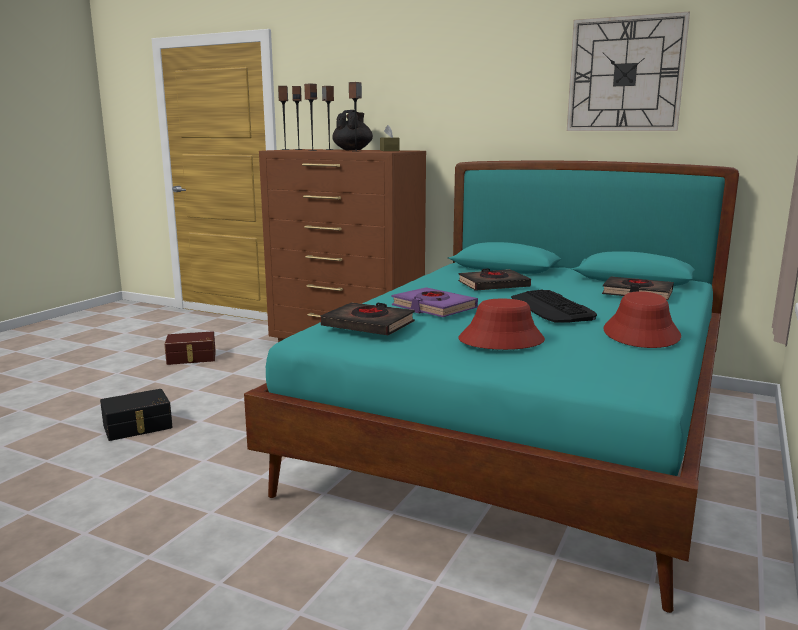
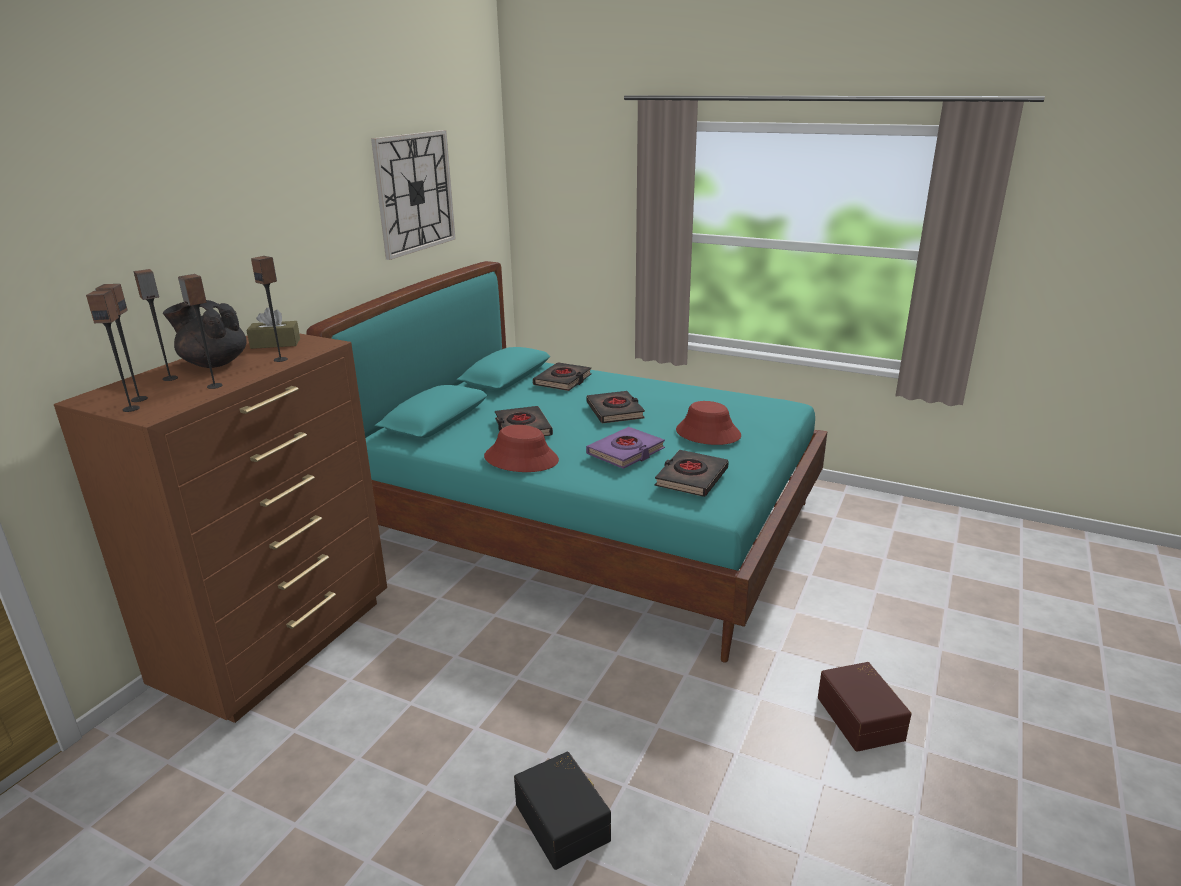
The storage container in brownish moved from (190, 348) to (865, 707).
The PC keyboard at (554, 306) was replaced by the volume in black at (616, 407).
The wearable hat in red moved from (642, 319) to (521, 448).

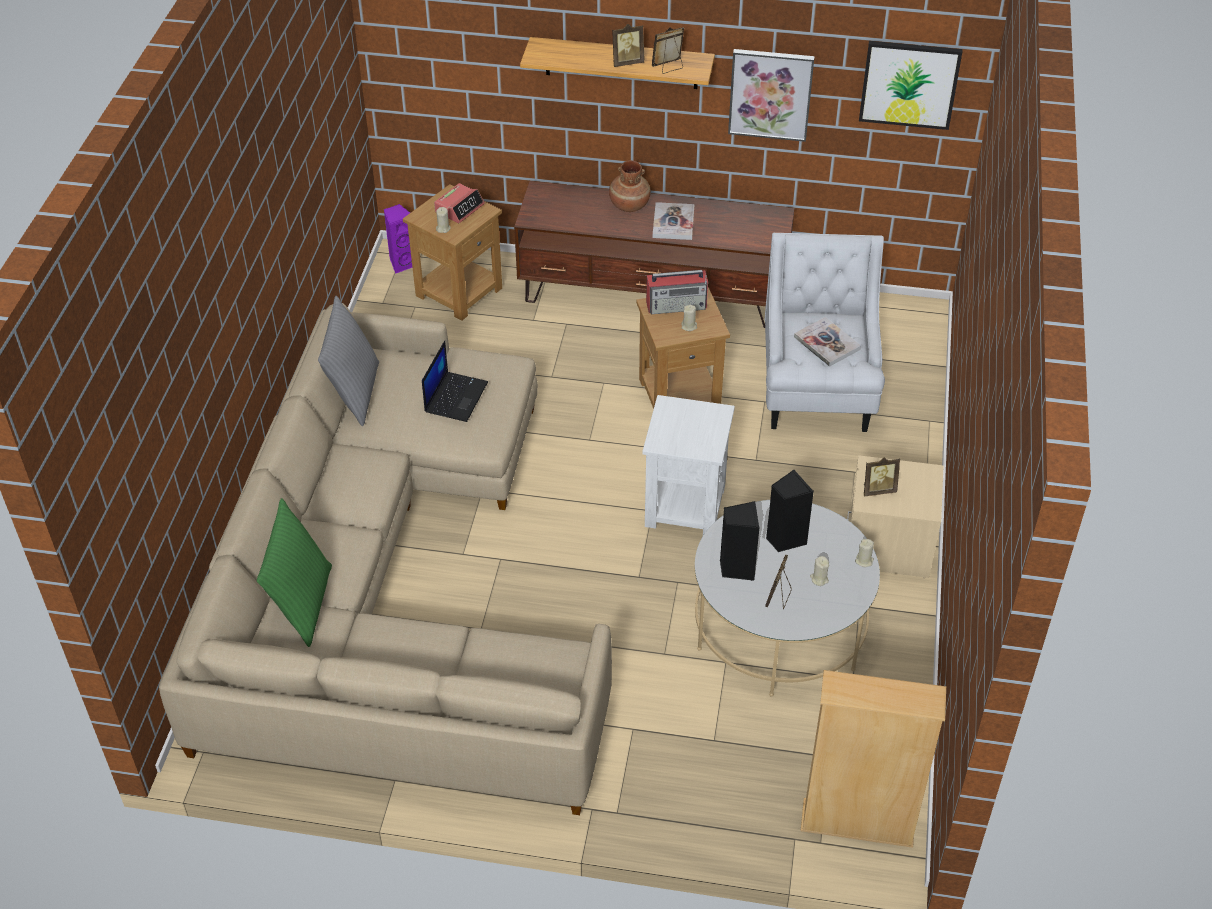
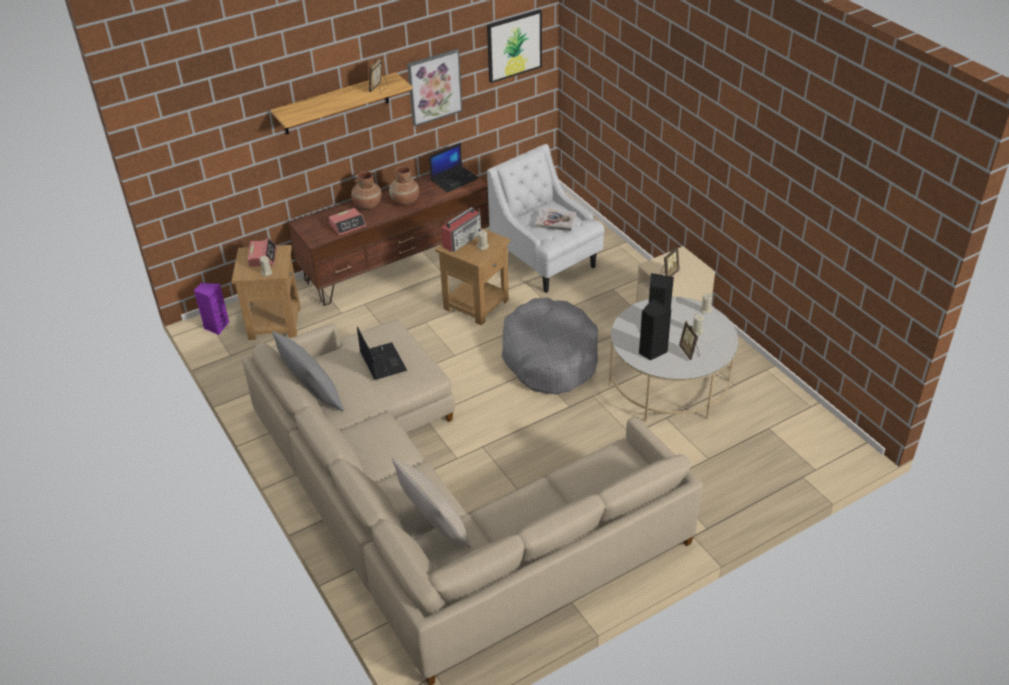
The cushion in green at (294, 572) became the cushion in beige-coloured at (431, 503).
The photo frame at (628, 45) disappeared.
The end table in white at (688, 465) was replaced by the pet bed in grey at (550, 346).
The volume at (674, 221) was replaced by the flower vase in brownish at (404, 185).
The shelving unit in beige-coloured at (873, 759) disappeared.
The table clock at (347, 221) appeared.
The laptop at (454, 167) appeared.

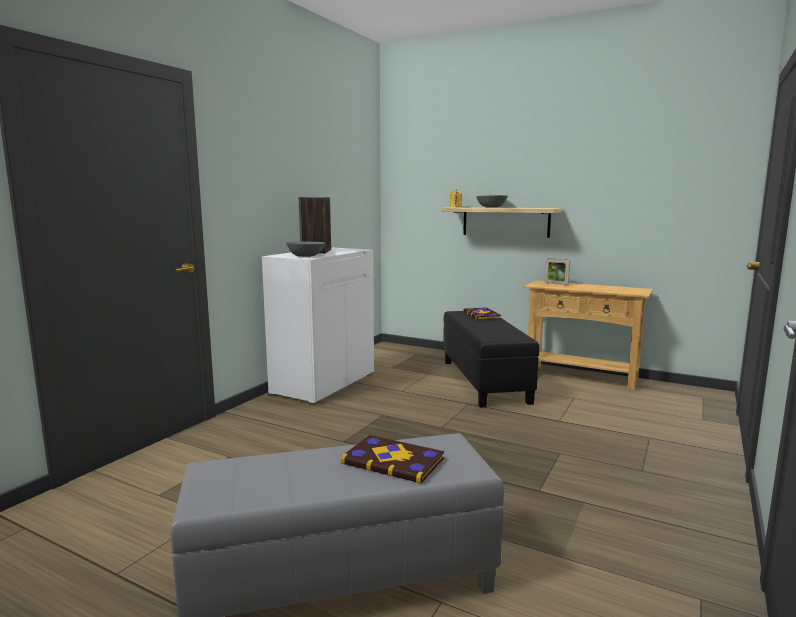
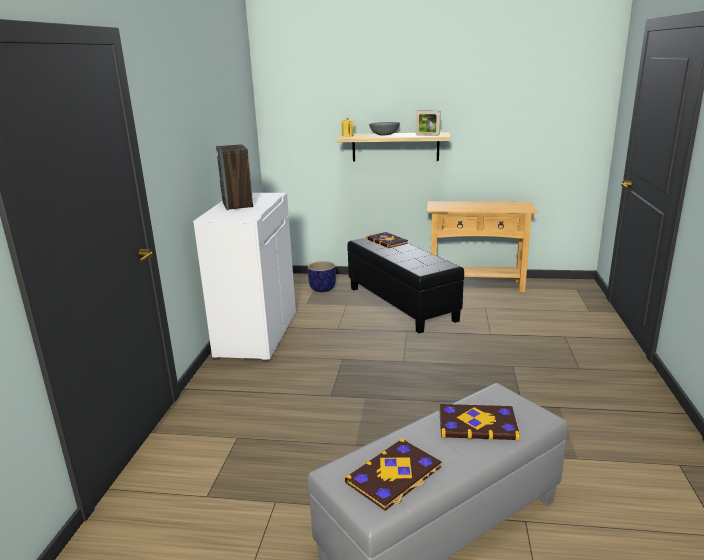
The deep dish in grey at (305, 249) disappeared.
The photo frame moved from (557, 271) to (428, 123).
The planter at (322, 276) appeared.
The volume at (392, 475) appeared.

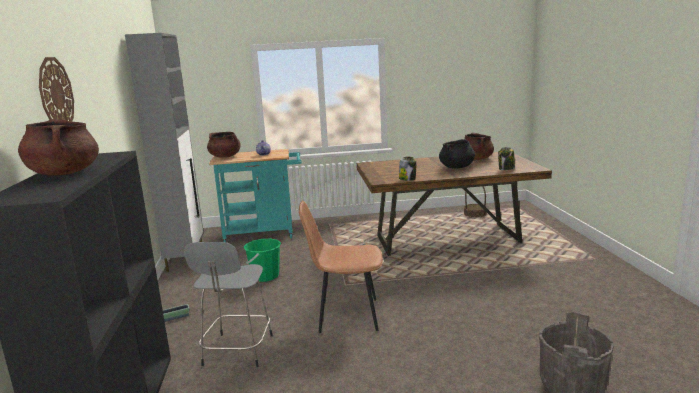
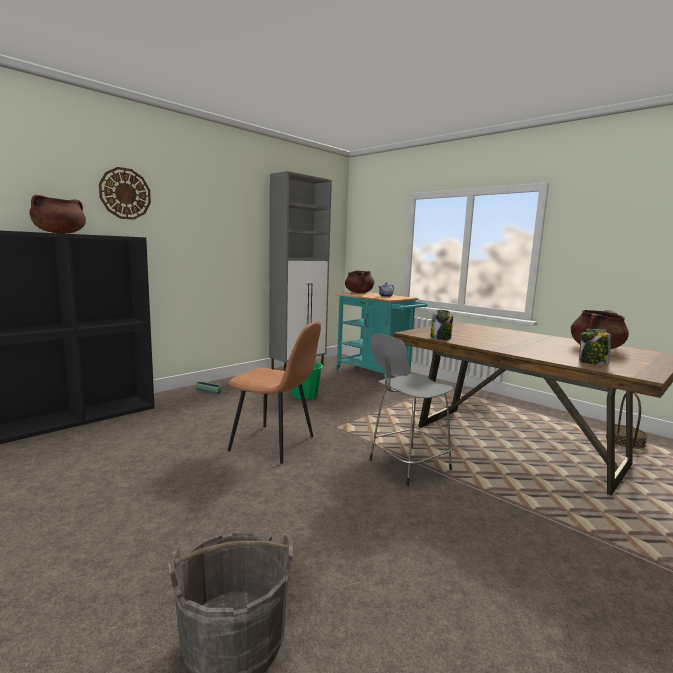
The stool seat in grey moved from (228, 304) to (411, 410).
The upright chair in brownish at (341, 266) turned 150 degrees clockwise.
The cooking pot in black at (457, 153) disappeared.

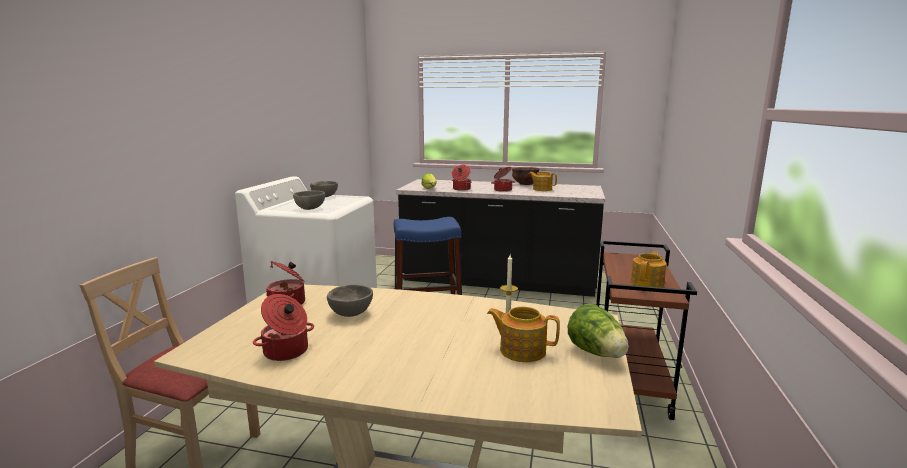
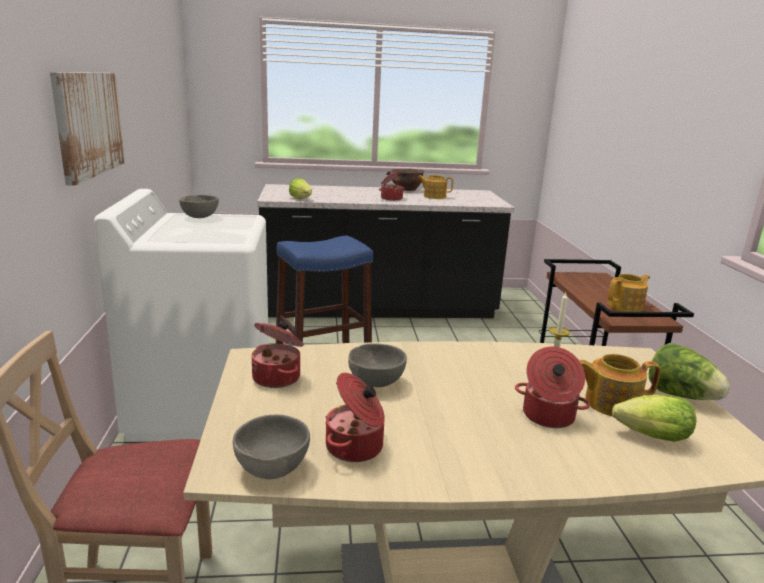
The deep dish in grey moved from (309, 200) to (271, 447).
The cooking pot moved from (462, 178) to (552, 387).
The tea pot at (649, 269) turned 45 degrees clockwise.
The picture at (87, 129) appeared.
The head of lettuce at (654, 418) appeared.

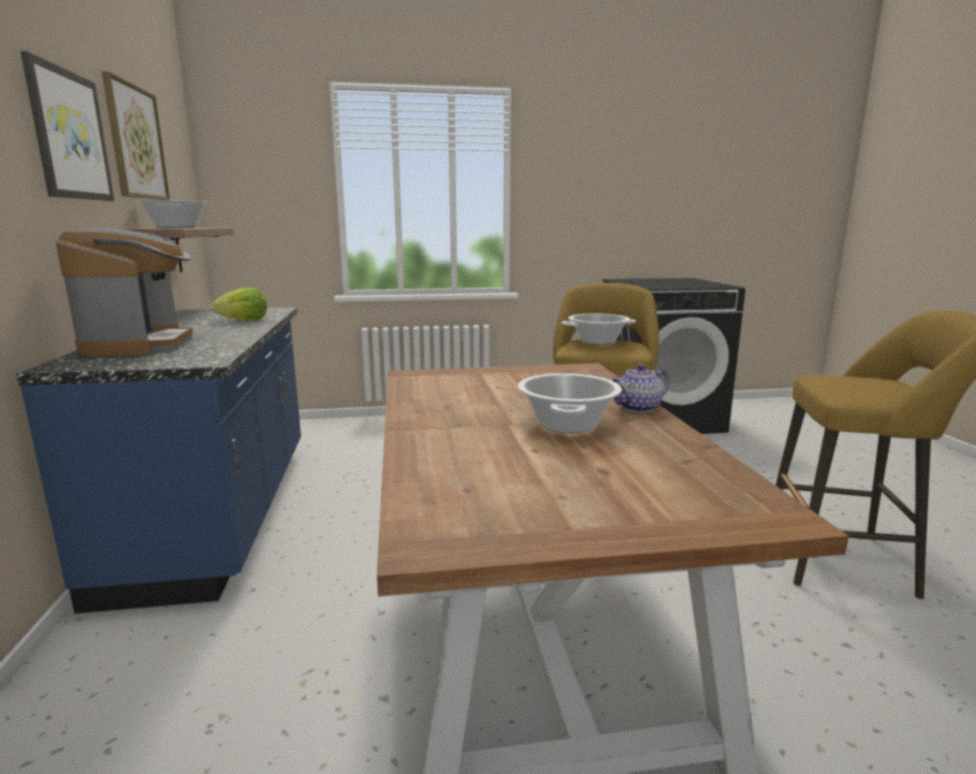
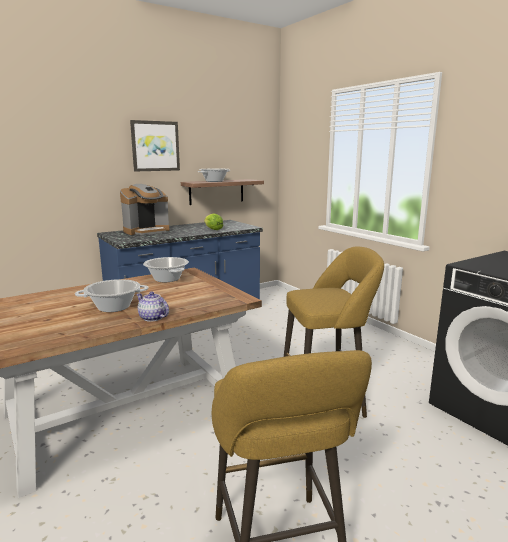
The picture at (136, 135) disappeared.
The cooking pot moved from (598, 329) to (166, 269).

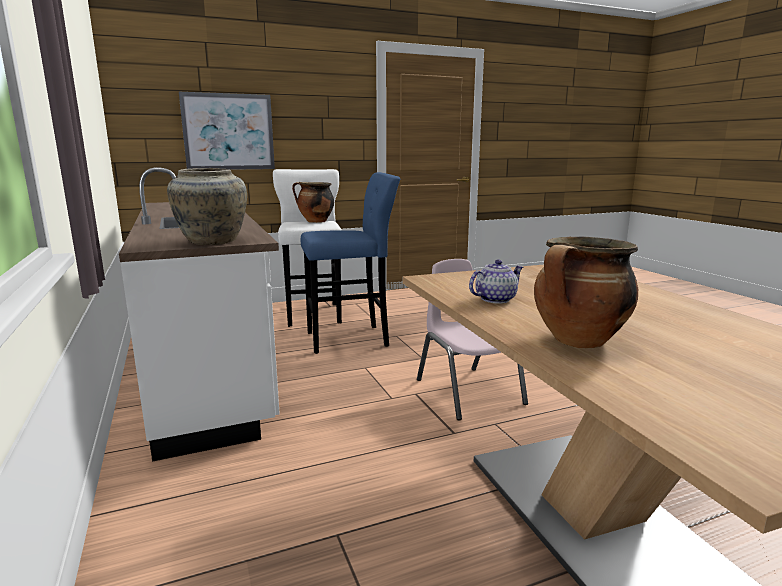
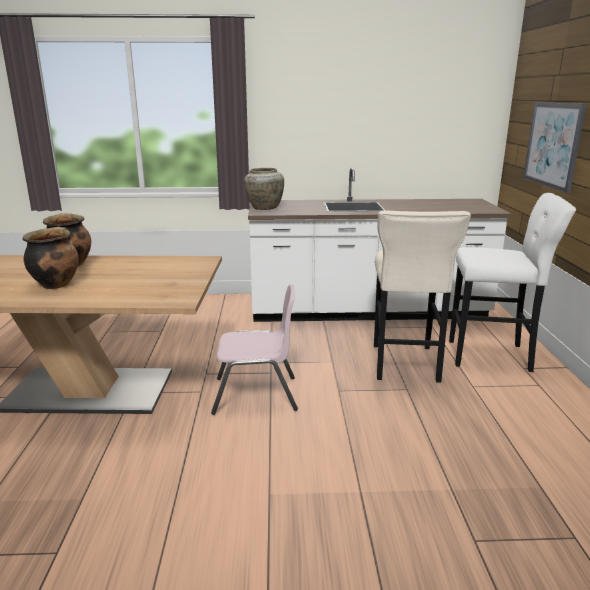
The cooking pot moved from (313, 202) to (51, 258).
The stool seat in bluish at (351, 263) became the stool seat in beige-coloured at (422, 296).
The tea pot at (496, 281) disappeared.

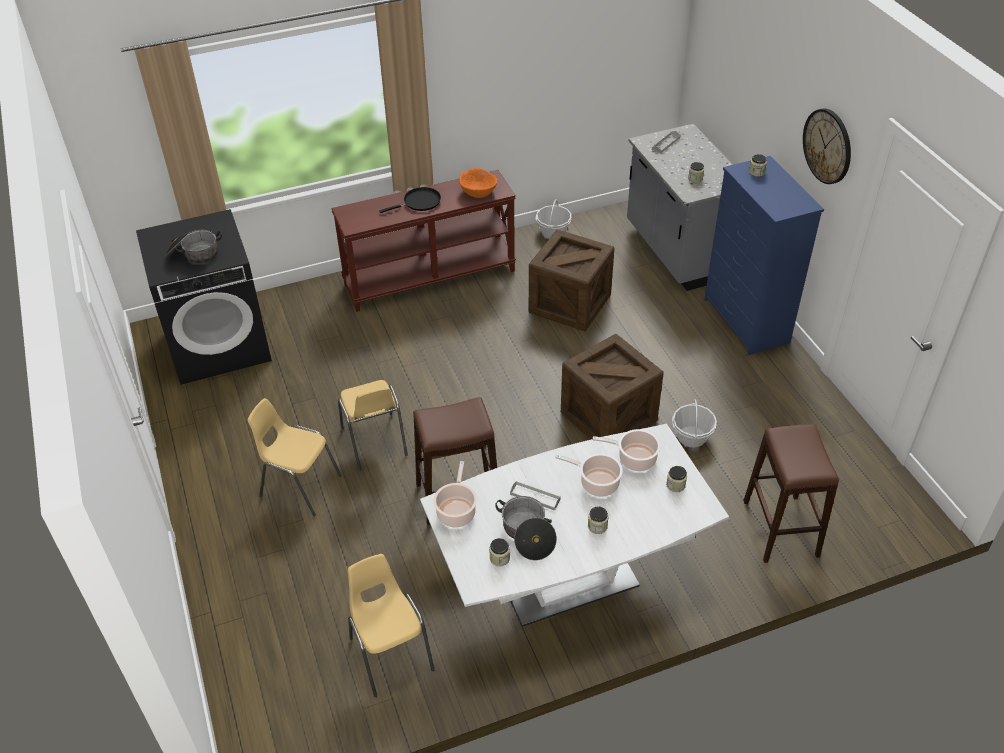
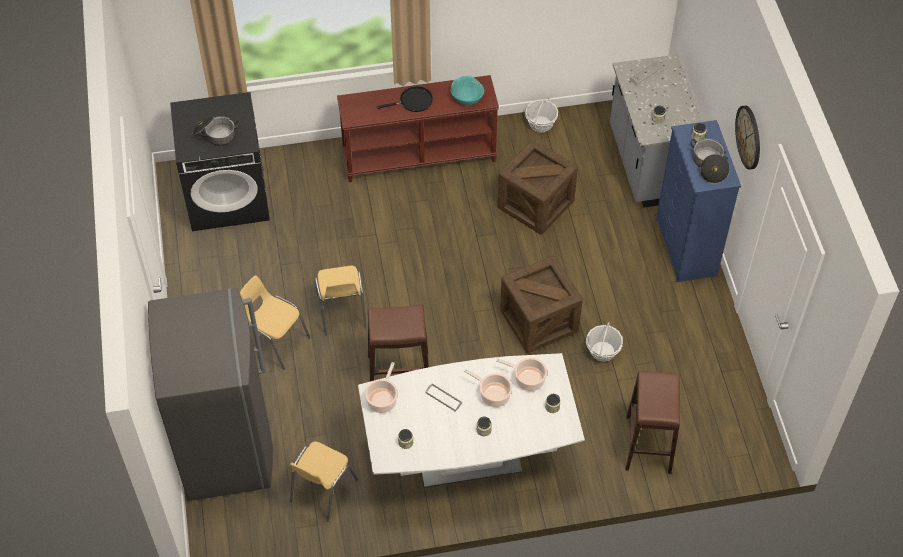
The upright chair in yellow-coloured at (391, 625) turned 135 degrees counterclockwise.
The deep dish in orange-coloured at (478, 183) became the deep dish in blue-green at (467, 91).
The cooking pot moved from (526, 528) to (710, 161).
The fridge in grey at (210, 394) appeared.

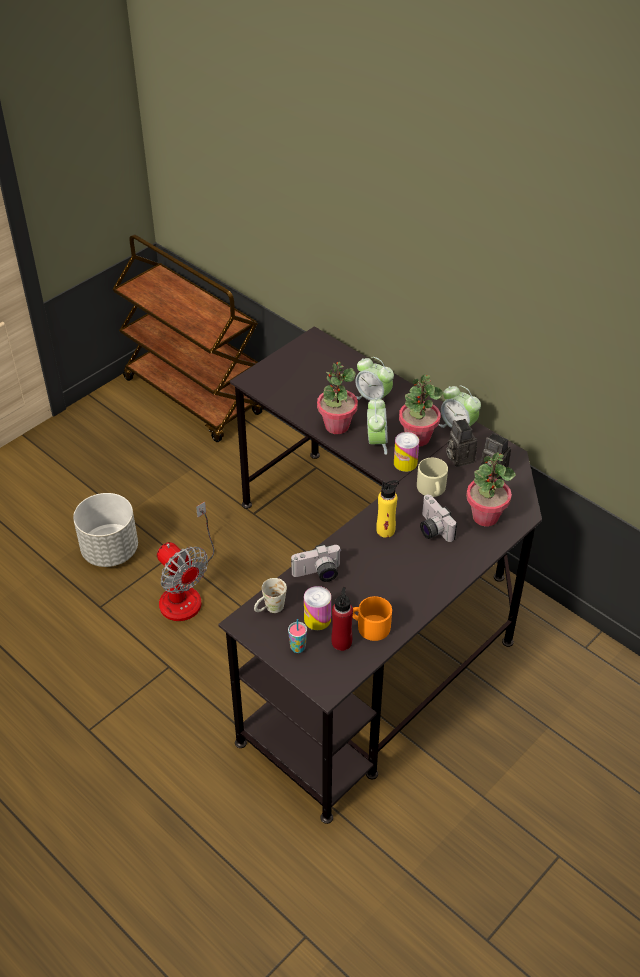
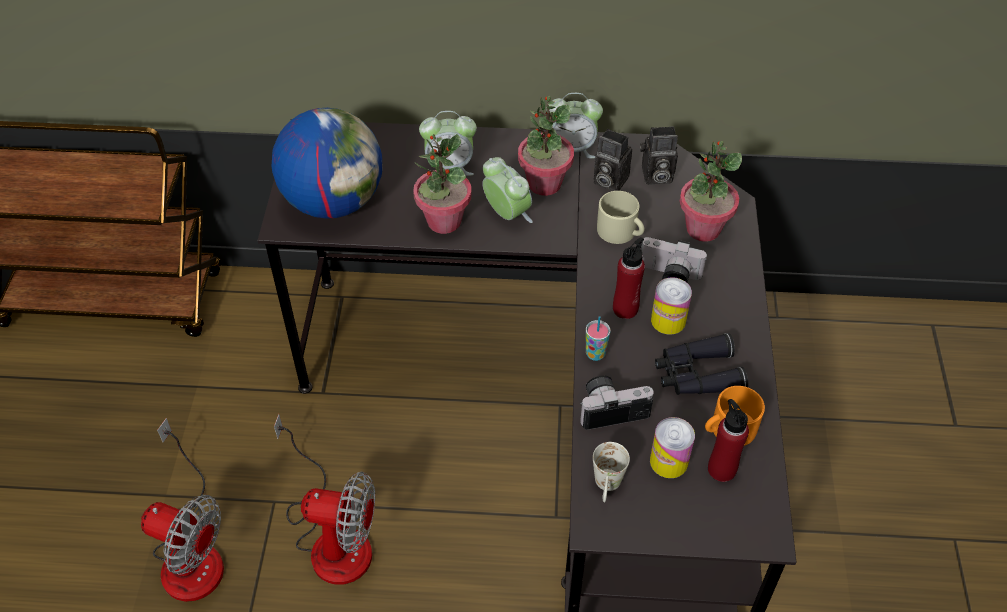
The planter in grey at (105, 530) was replaced by the electric fan at (182, 510).
The drinking cup moved from (297, 636) to (598, 338).
The photo camera at (316, 563) turned 135 degrees counterclockwise.
The beverage bottle in yellow-coloured at (387, 509) became the beverage bottle in red at (629, 278).
The can moved from (406, 452) to (671, 306).
The globe at (327, 163) appeared.
The pair of binoculars in black at (701, 364) appeared.

